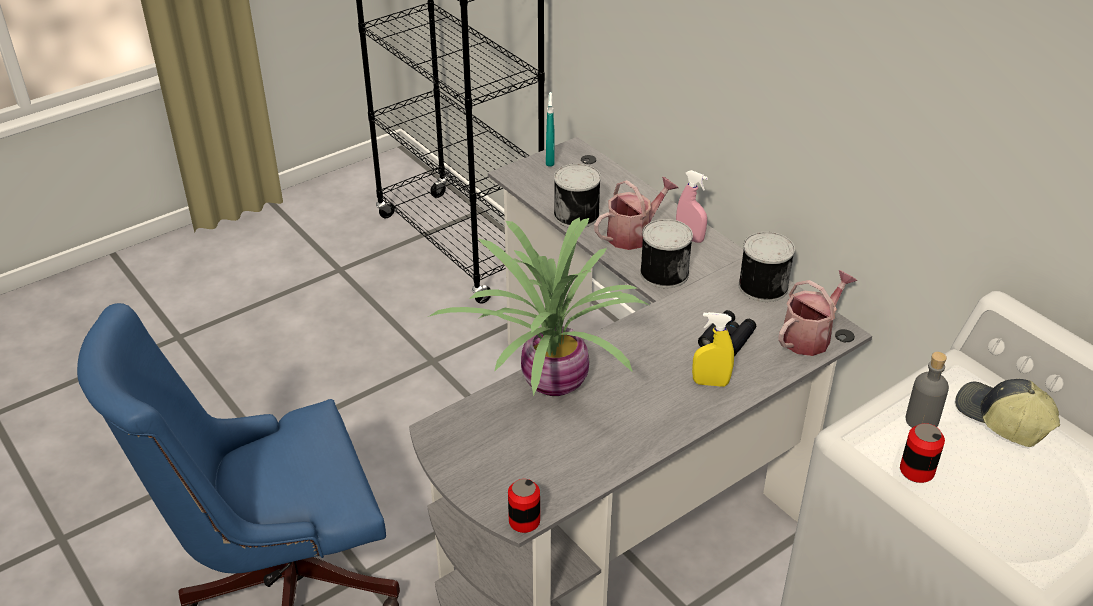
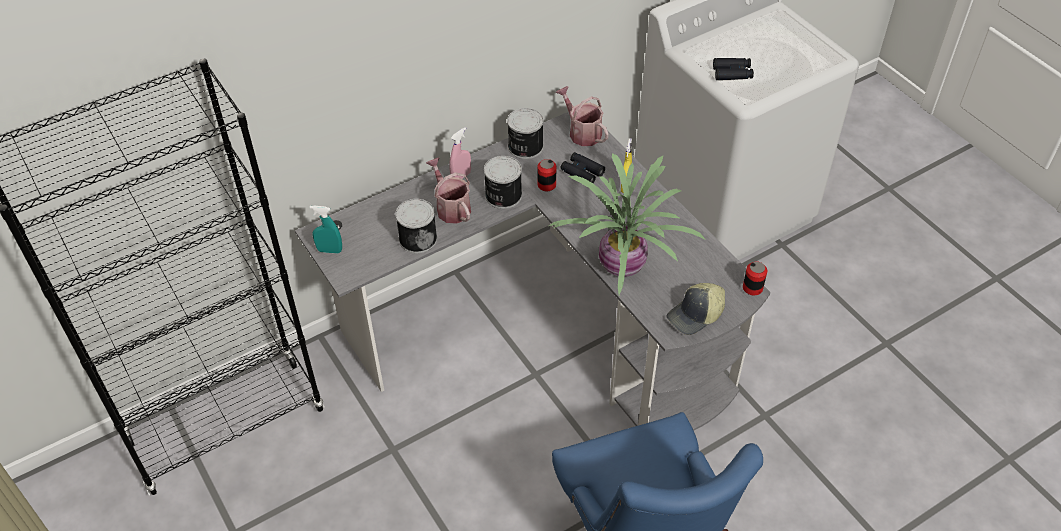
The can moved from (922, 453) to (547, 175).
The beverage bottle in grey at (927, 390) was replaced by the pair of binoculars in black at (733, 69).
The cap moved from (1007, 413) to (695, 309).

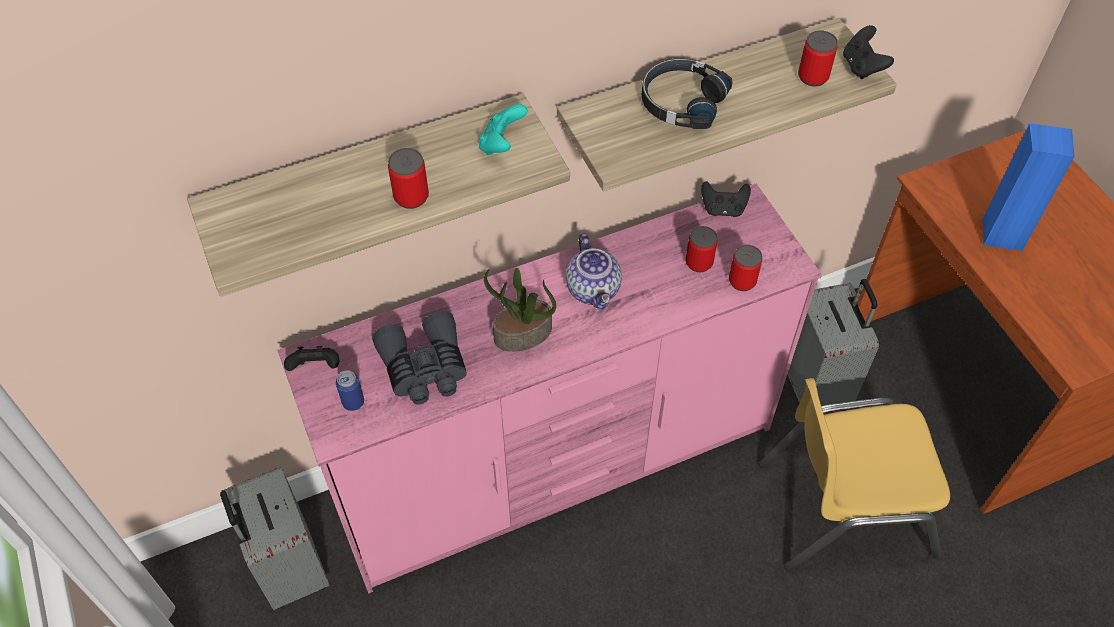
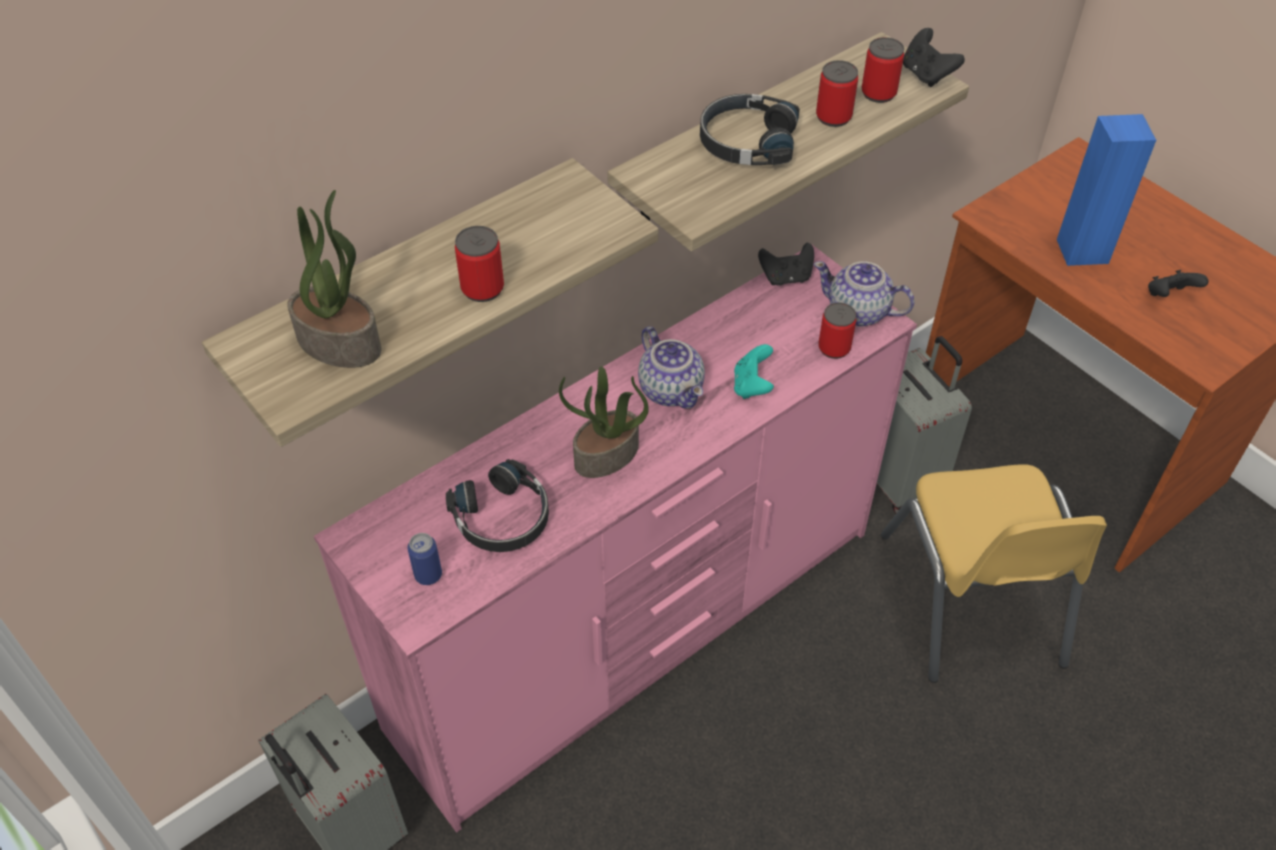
The game controller in black moved from (311, 358) to (1178, 283).
The pair of binoculars in grey at (419, 358) was replaced by the pair of headphones in black at (497, 505).
The game controller in blue-green moved from (503, 129) to (754, 371).
The can moved from (701, 249) to (837, 93).
The upright chair in yellow-coloured at (854, 475) turned 75 degrees counterclockwise.
The plant in a pot at (334, 279) appeared.
The tea pot at (864, 294) appeared.

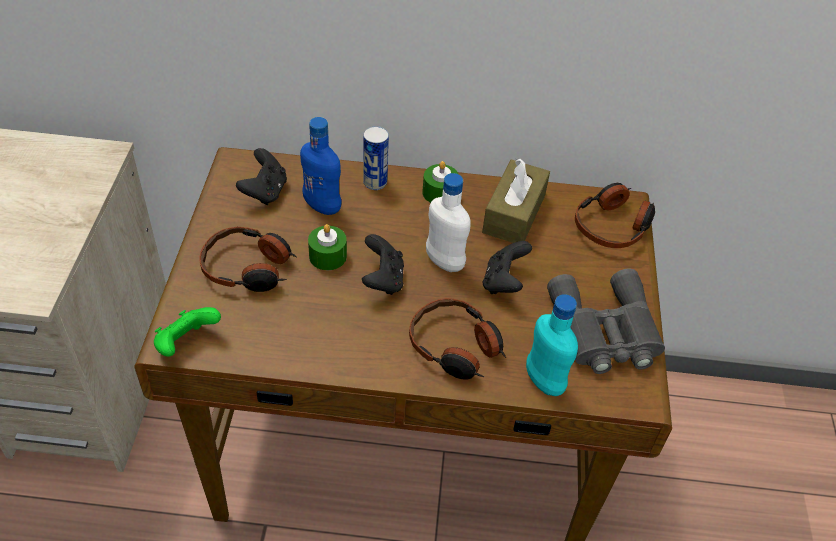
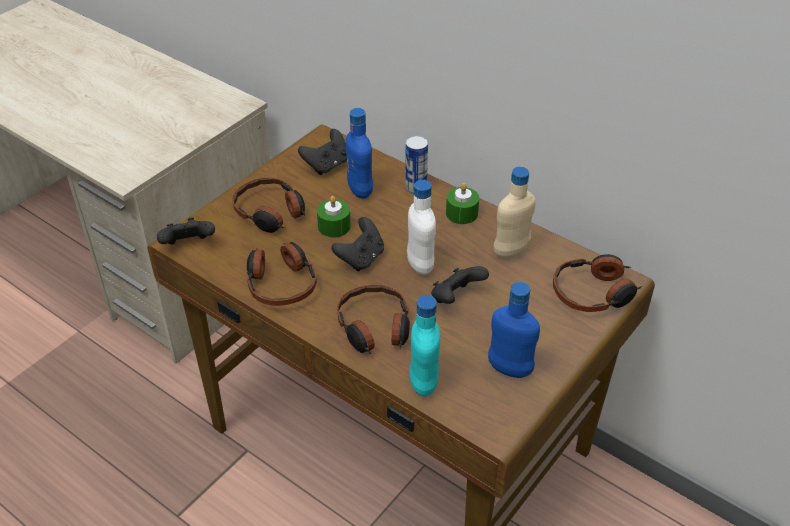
The game controller in green at (187, 331) became the game controller in black at (186, 231).
The box of tissues in brownish at (516, 200) was replaced by the beverage bottle in beige-coloured at (515, 213).
The pair of binoculars in grey at (606, 321) was replaced by the beverage bottle in bluish at (514, 330).
The pair of headphones at (282, 274) appeared.

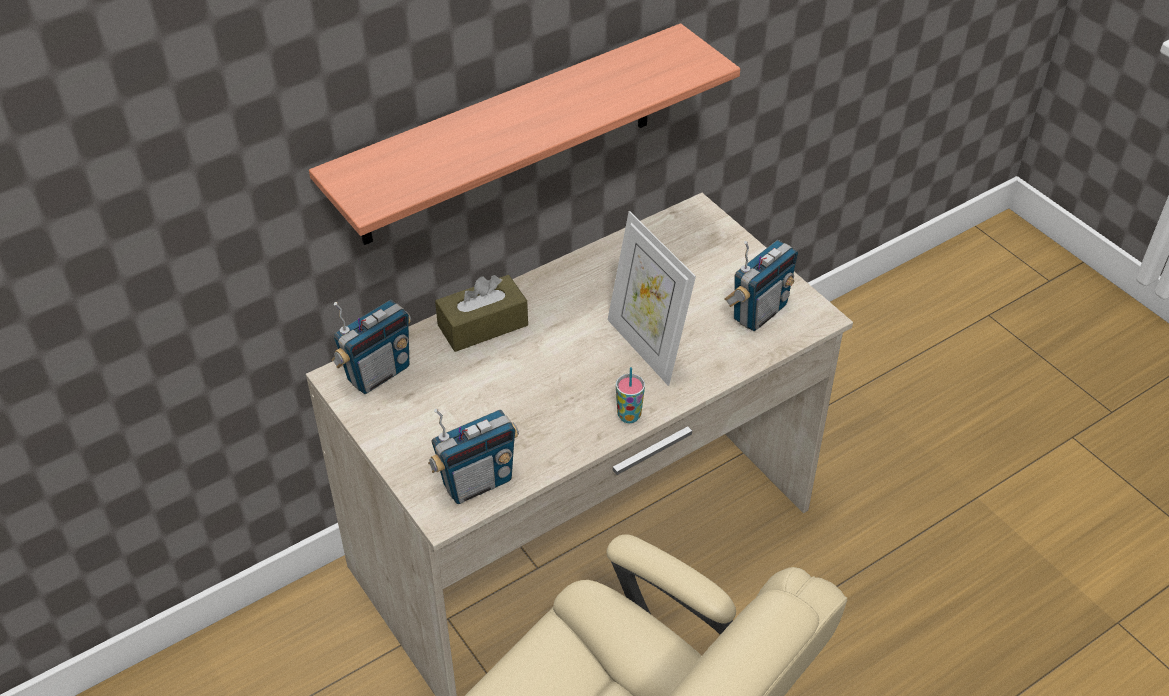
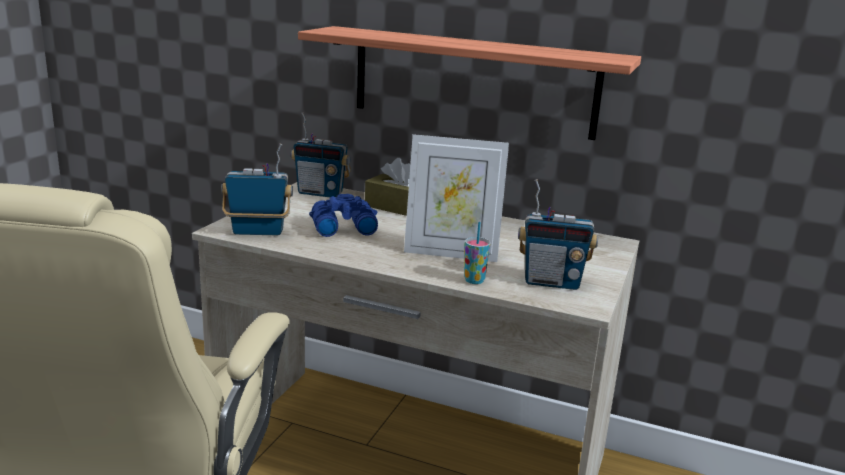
The radio set at (473, 456) turned 150 degrees clockwise.
The photo frame at (652, 298) turned 105 degrees counterclockwise.
The drinking cup moved from (630, 395) to (477, 253).
The pair of binoculars in bluish at (343, 215) appeared.

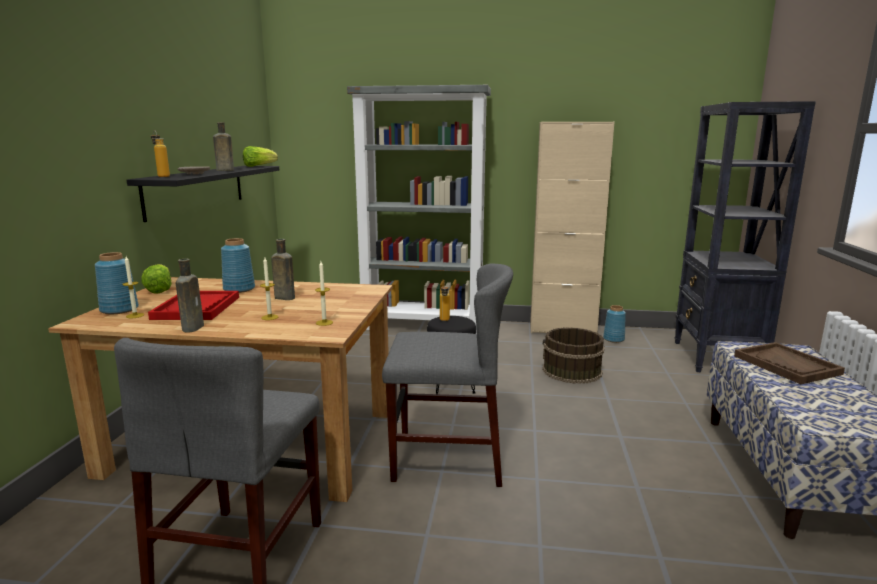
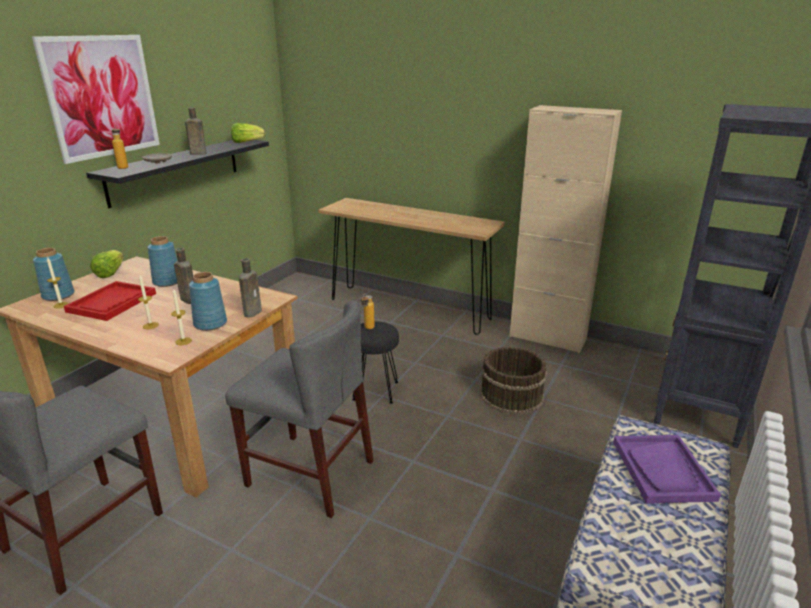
The beverage bottle in brownish moved from (190, 296) to (250, 288).
The shelving unit in grey at (419, 209) was replaced by the console table in brownish at (411, 266).
The flower vase in bluish moved from (614, 324) to (208, 301).
The serving tray in brownish at (789, 363) became the serving tray in purple-coloured at (667, 469).
The picture at (96, 99) appeared.

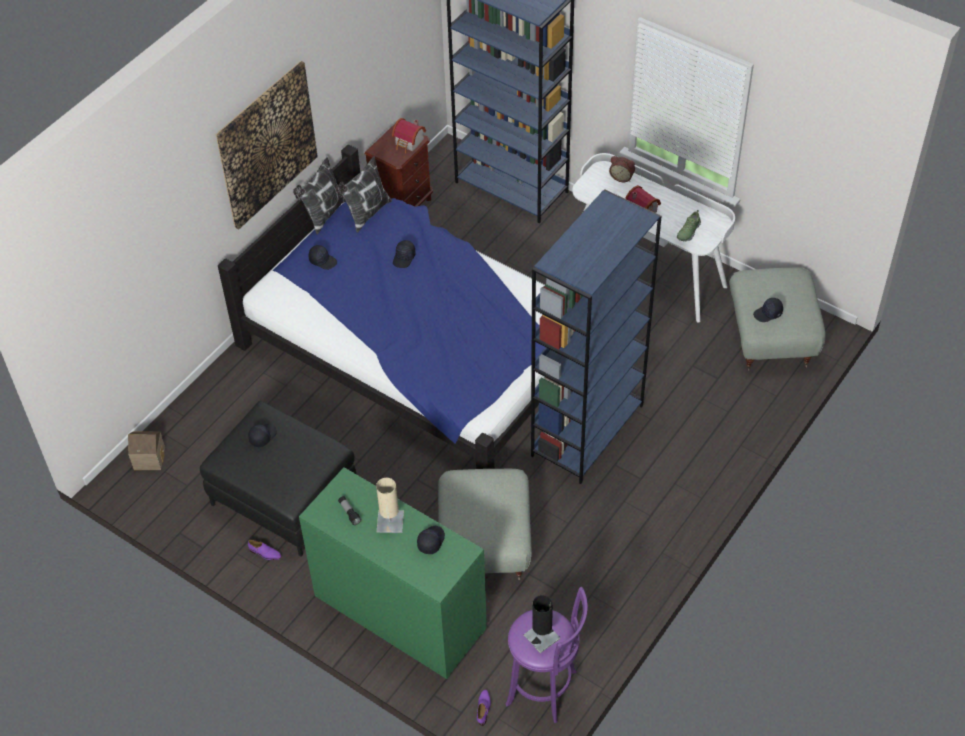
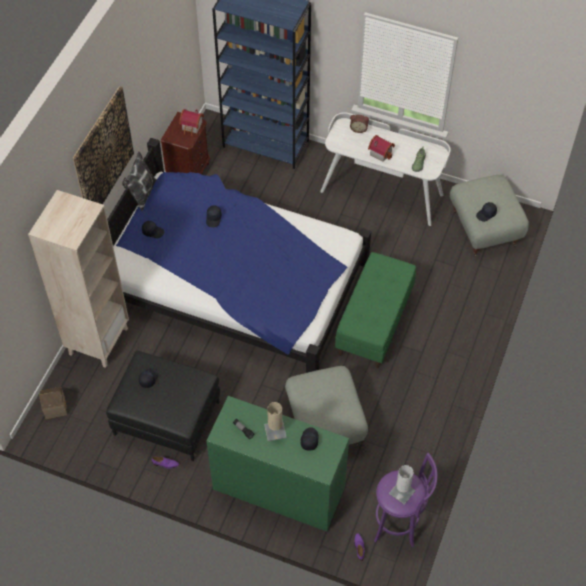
The cushion at (364, 194) disappeared.
The tabletop lamp in black at (542, 624) became the tabletop lamp in white at (402, 485).
The shelving unit in bluish at (596, 337) was replaced by the indoor bench in green at (375, 310).
The shelving unit in beige-coloured at (78, 279) appeared.

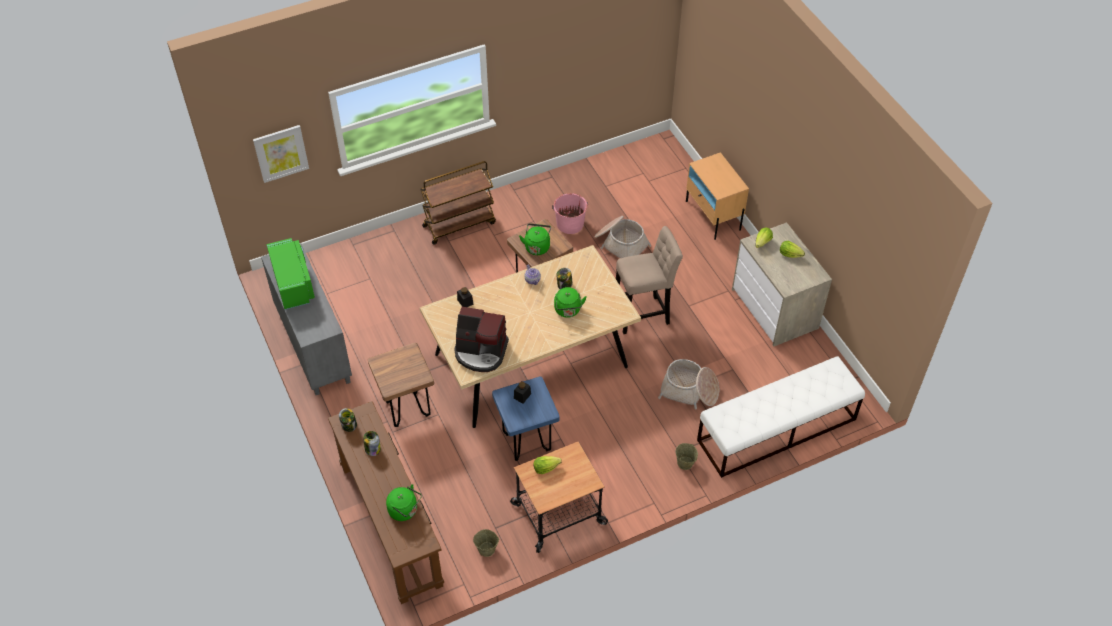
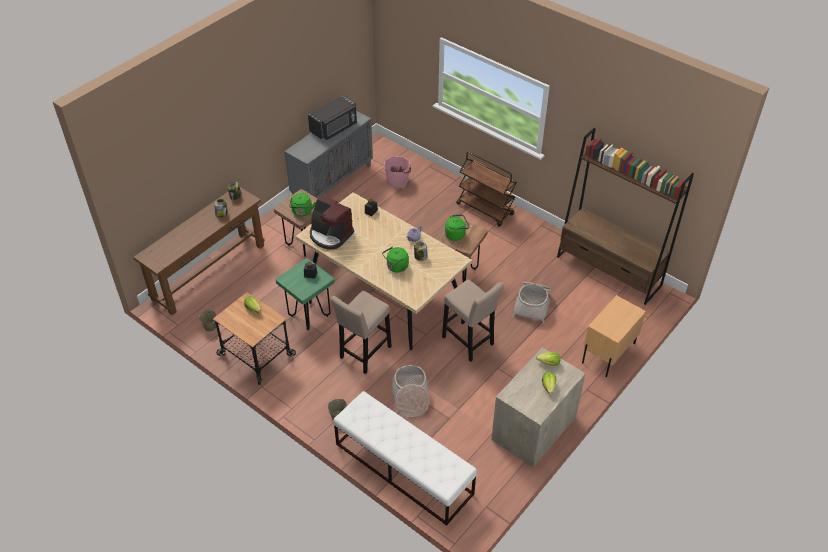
The picture at (281, 154) disappeared.
The kitchen microwave in green at (291, 274) became the kitchen microwave in black at (332, 117).
The kettle in green moved from (404, 502) to (302, 204).
The coffee machine at (481, 339) turned 45 degrees counterclockwise.
The stool seat in bluish at (526, 419) became the stool seat in green at (305, 294).
The pail in pink moved from (570, 213) to (397, 172).
The stool seat in beige-coloured at (361, 332) appeared.
The shelving unit in brownish at (625, 216) appeared.

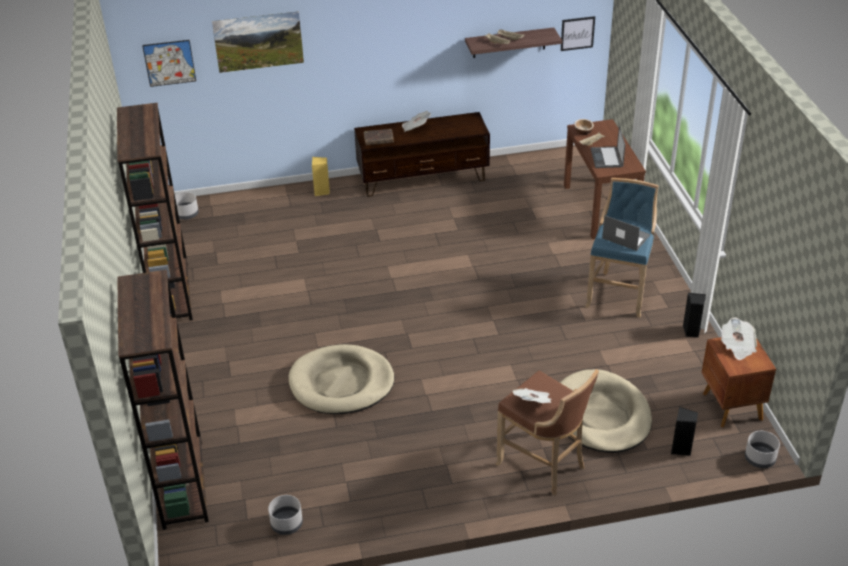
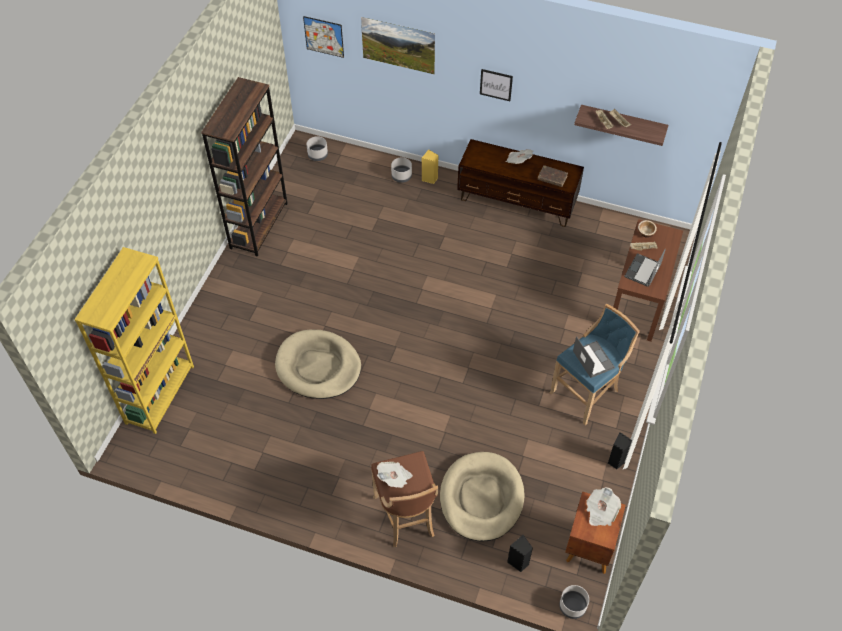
The shelving unit in brownish at (163, 400) became the shelving unit in yellow-coloured at (134, 340).
The planter in grey moved from (285, 515) to (401, 170).
The volume in brownish moved from (379, 137) to (553, 176).
The picture moved from (578, 33) to (496, 85).

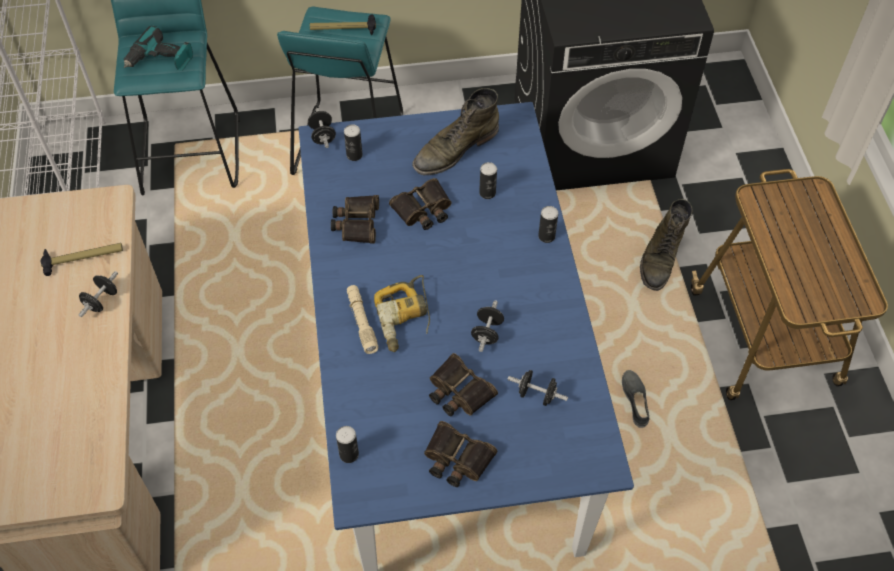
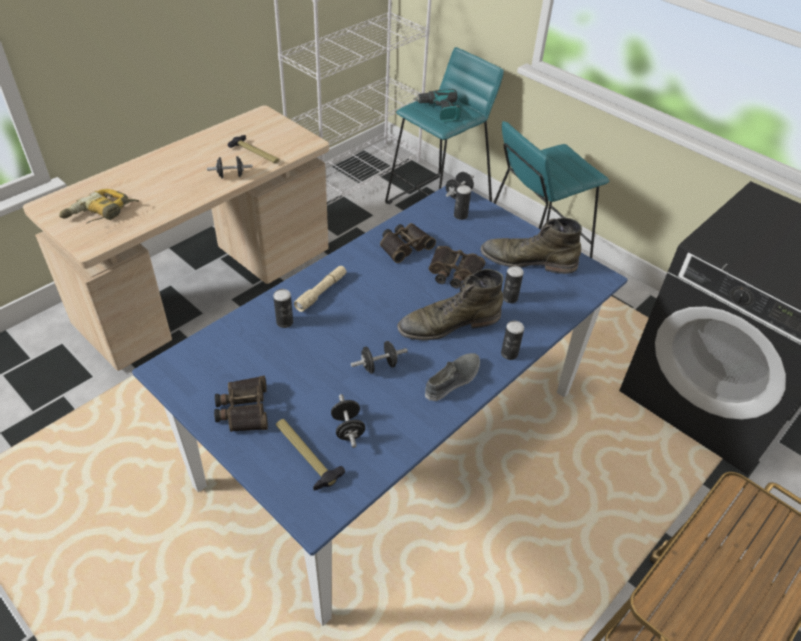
The hand hammer moved from (343, 25) to (310, 454).
The can moved from (347, 444) to (283, 308).
The power drill moved from (402, 313) to (99, 206).
The pair of binoculars at (463, 384) disappeared.
The shoe in grey moved from (636, 399) to (452, 377).
The tall boot in green moved from (666, 245) to (450, 305).

